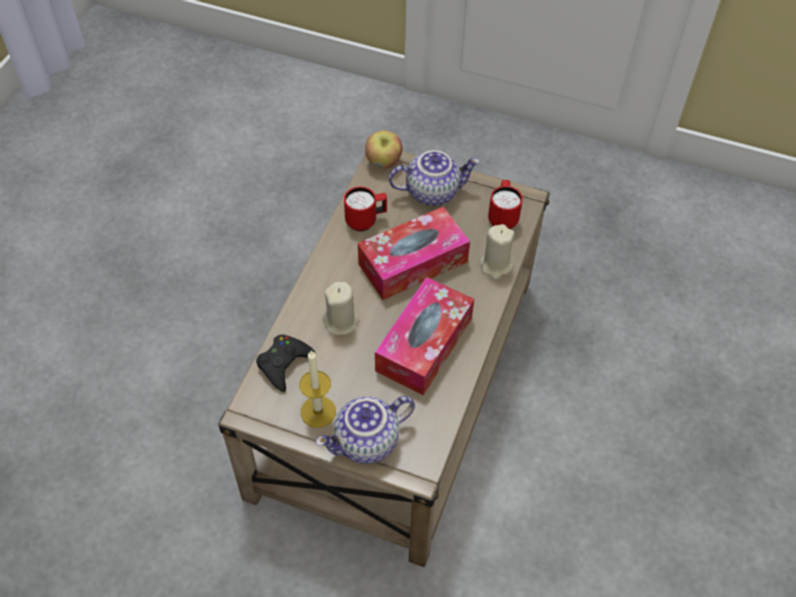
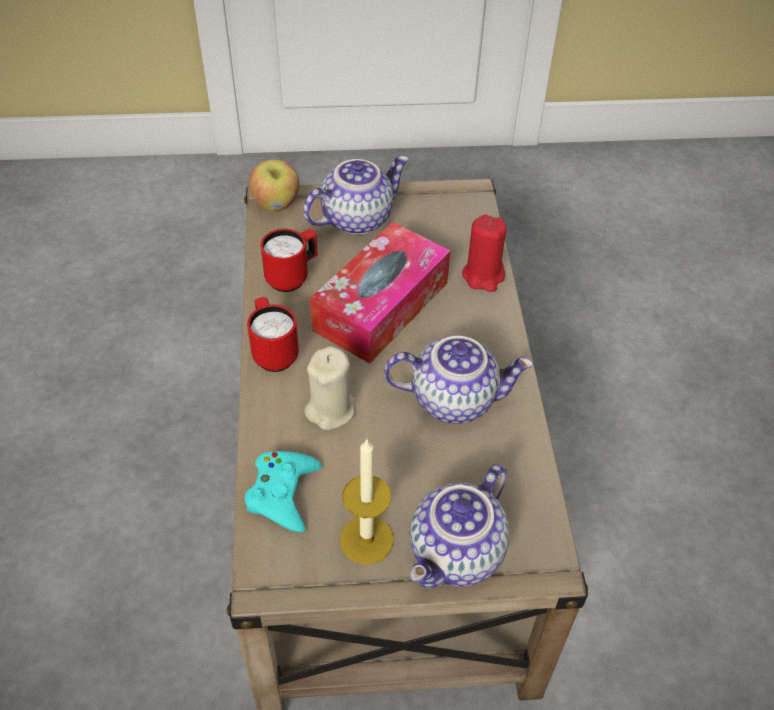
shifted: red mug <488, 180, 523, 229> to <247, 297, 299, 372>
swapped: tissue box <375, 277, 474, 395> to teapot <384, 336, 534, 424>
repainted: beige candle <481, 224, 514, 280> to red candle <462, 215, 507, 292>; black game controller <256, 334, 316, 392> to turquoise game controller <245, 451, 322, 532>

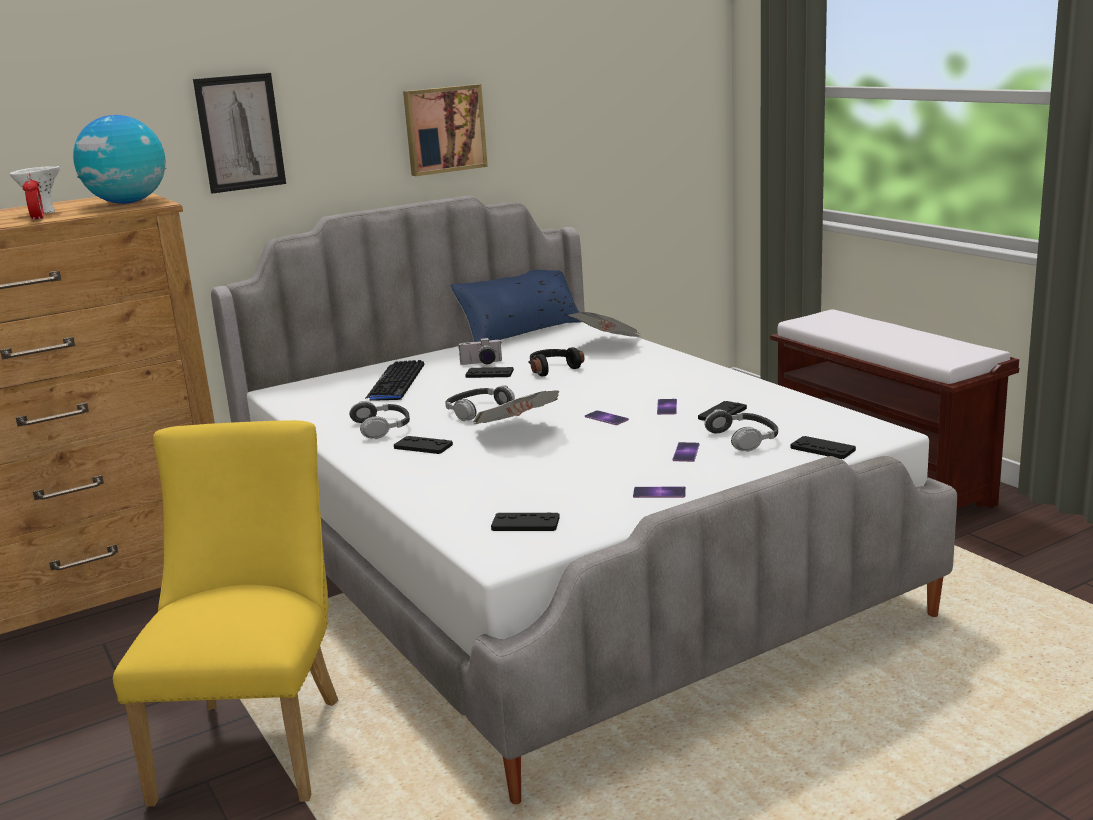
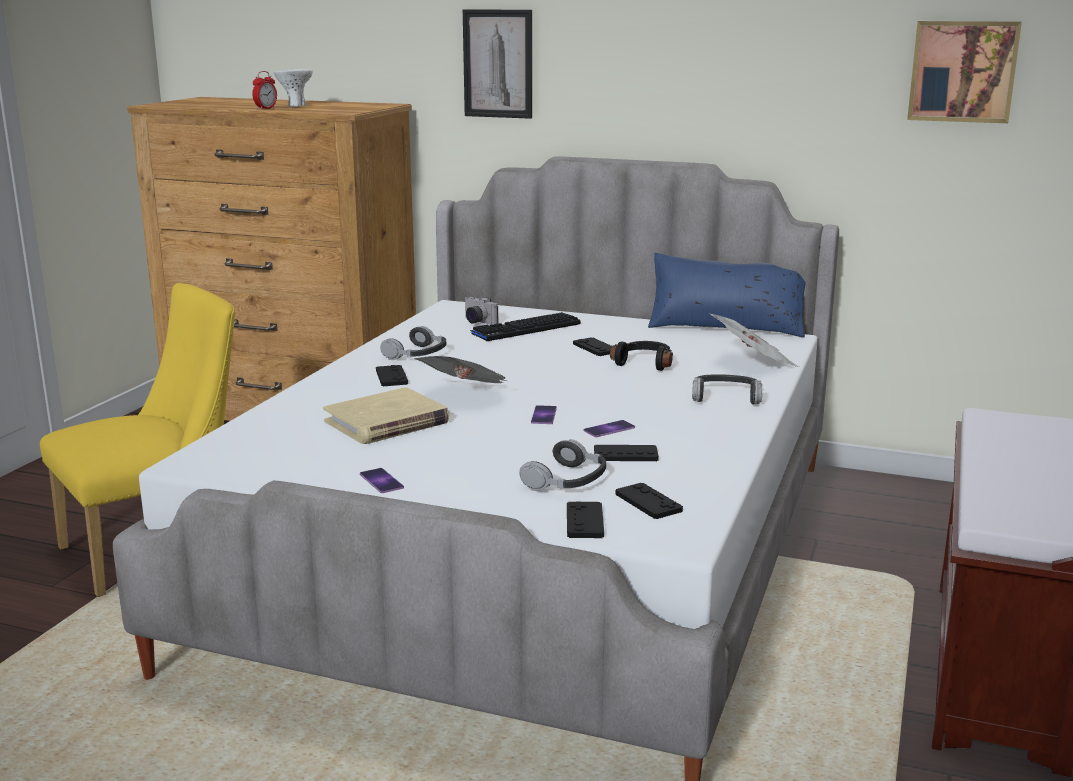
gone: globe <73, 115, 166, 204>; phone <673, 442, 699, 462>
new: beige book <323, 387, 449, 444>
shifted: picture <403, 84, 488, 176> to <907, 21, 1022, 123>; photo camera <458, 338, 502, 365> to <465, 297, 498, 325>; headphones <445, 385, 515, 421> to <692, 374, 762, 405>; black game controller <491, 513, 560, 531> to <615, 483, 683, 519>

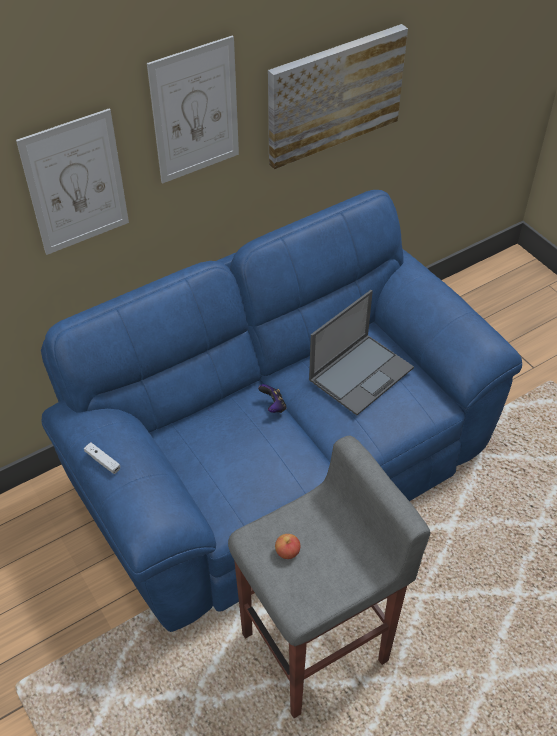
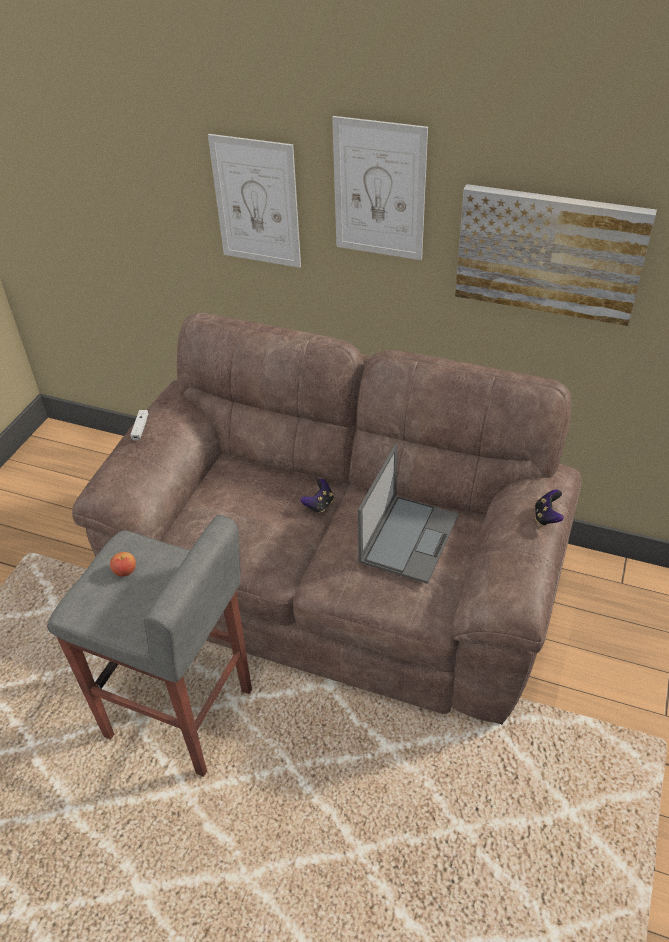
new: game controller <535, 490, 564, 526>
repainted: blue sofa <41, 190, 522, 632> to brown sofa <72, 313, 581, 725>
rotated: laptop <309, 290, 414, 415> = <358, 445, 459, 584> 75 degrees counterclockwise

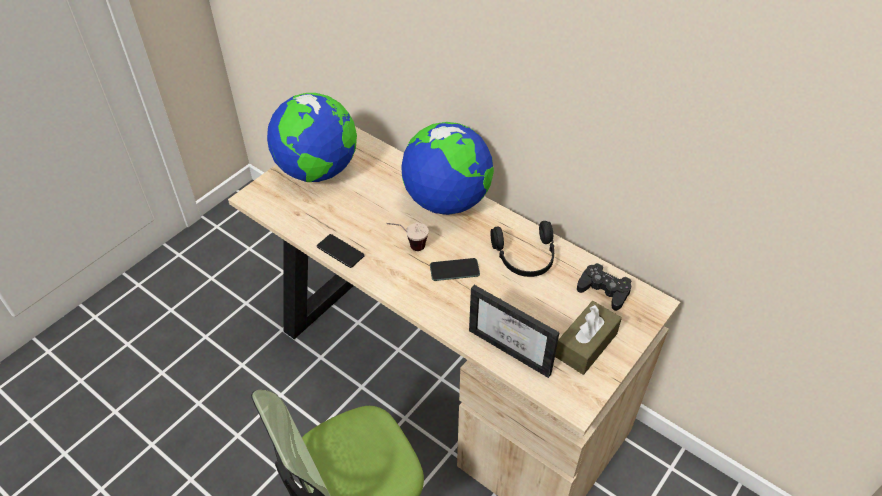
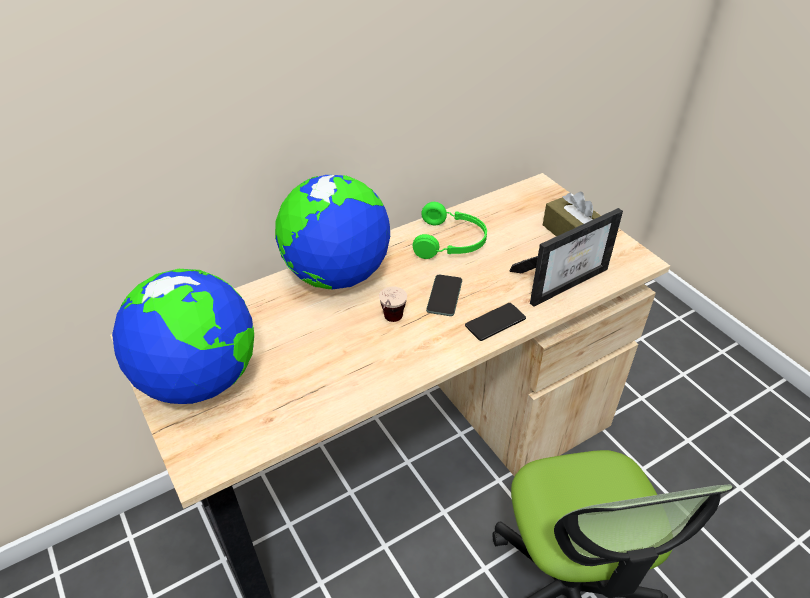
gone: black game controller <577, 263, 631, 311>
shifted: phone <317, 234, 365, 268> to <465, 303, 526, 341>
repainted: black headphones <491, 221, 554, 277> to green headphones <413, 202, 487, 259>

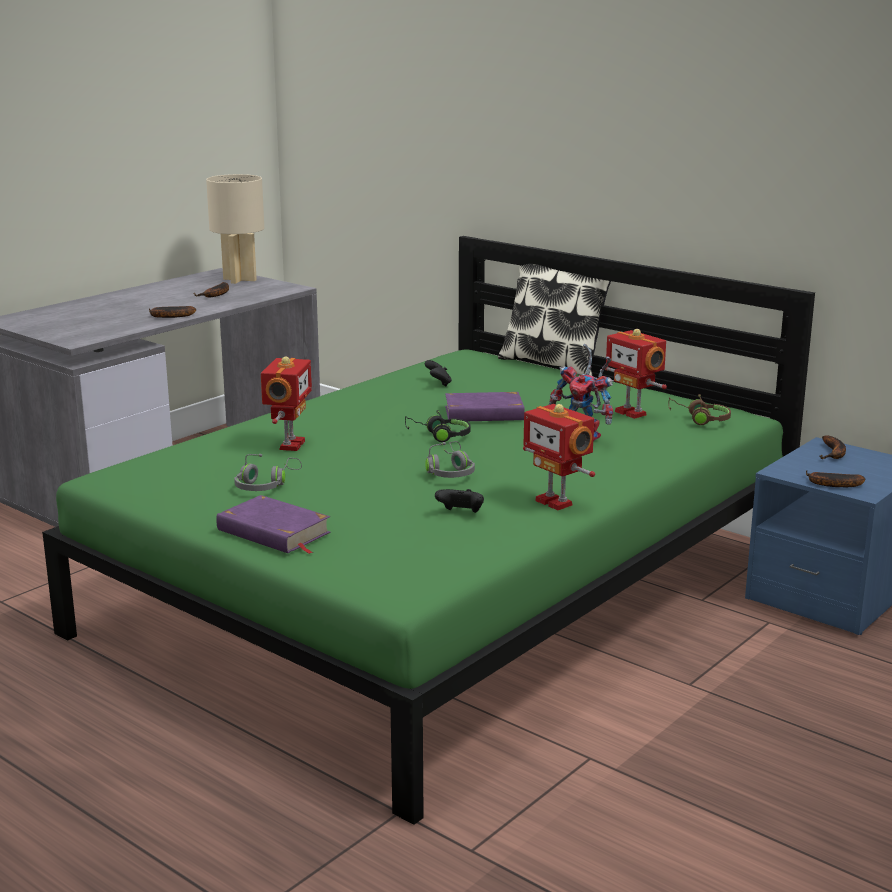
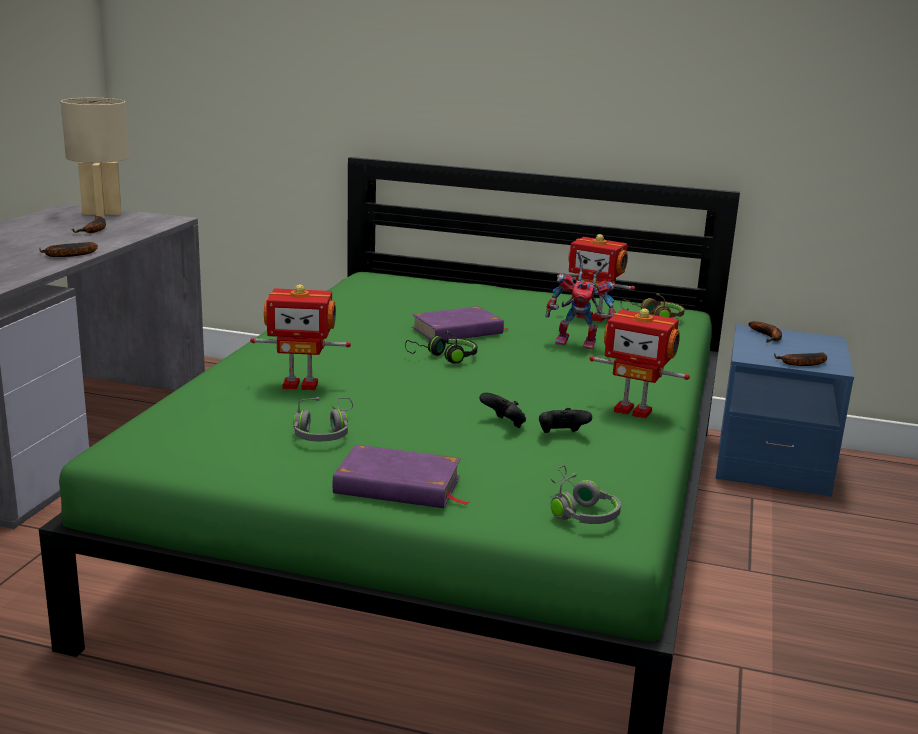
gone: pillow <498, 264, 611, 376>
shifted: black game controller <425, 360, 452, 386> to <479, 392, 526, 428>; grey headphones <425, 441, 475, 478> to <551, 465, 621, 524>
rotated: toy robot <261, 356, 312, 451> = <250, 284, 351, 390> 105 degrees clockwise

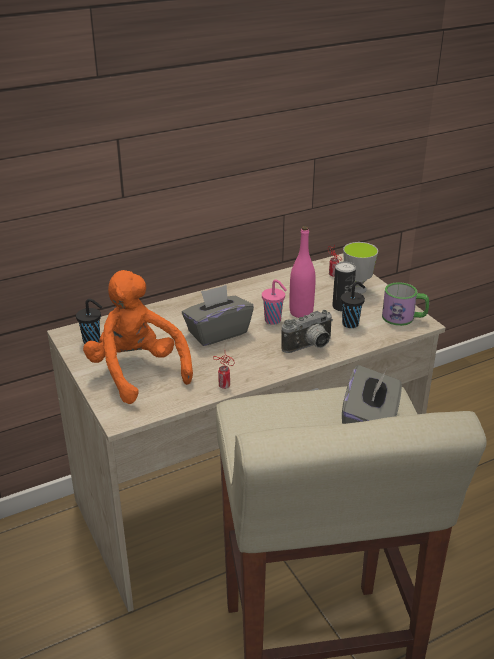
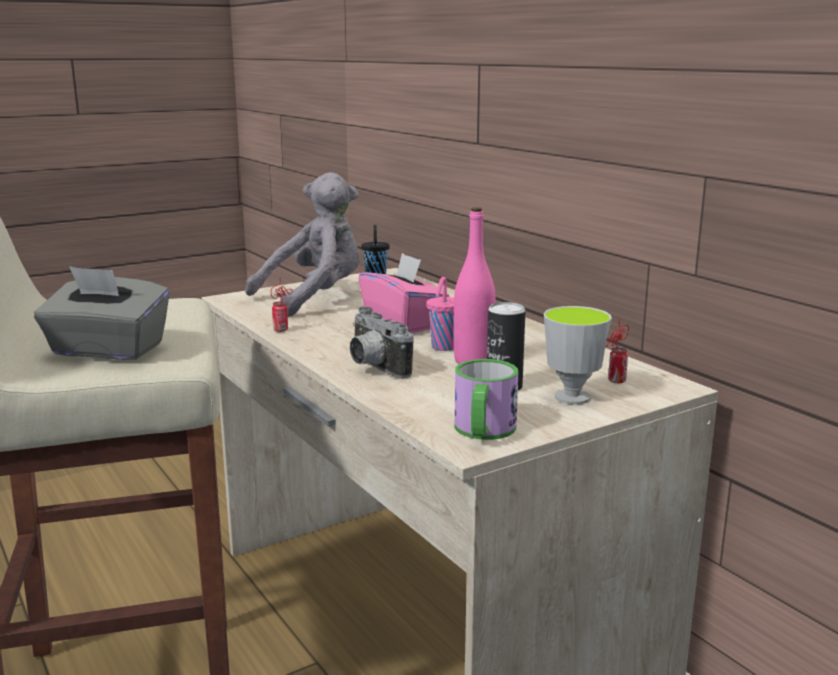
gone: black cup <341, 281, 365, 328>
repainted: orange plush toy <83, 270, 193, 404> to grey plush toy <245, 172, 360, 317>; grey tissue box <182, 285, 254, 346> to pink tissue box <359, 253, 450, 333>

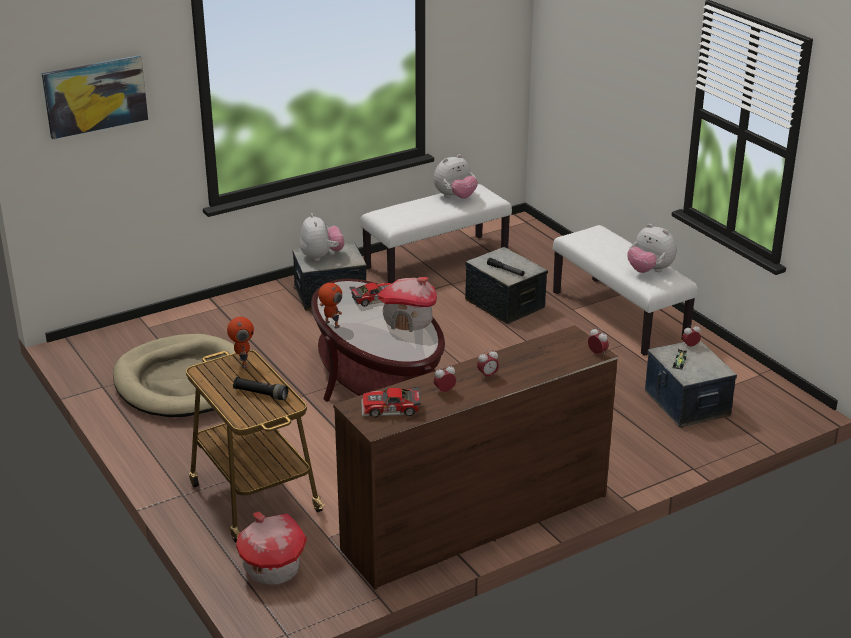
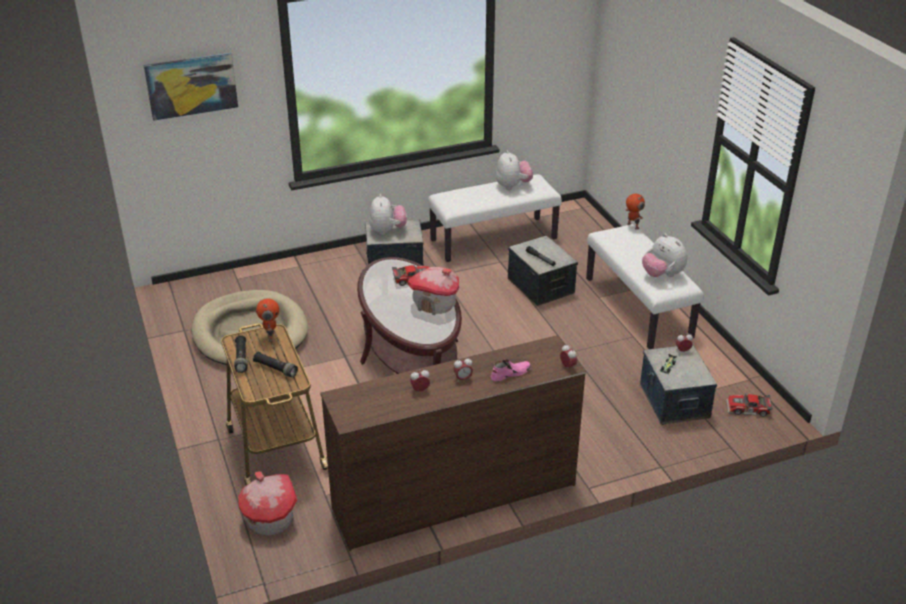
new: black flashlight <234, 335, 248, 373>; pink shoe <491, 359, 531, 381>
shifted: toy robot <318, 283, 342, 329> to <625, 194, 645, 230>; toy car <361, 387, 421, 417> to <726, 394, 773, 417>
rotated: plush toy <434, 154, 478, 199> = <496, 150, 533, 190> 75 degrees counterclockwise

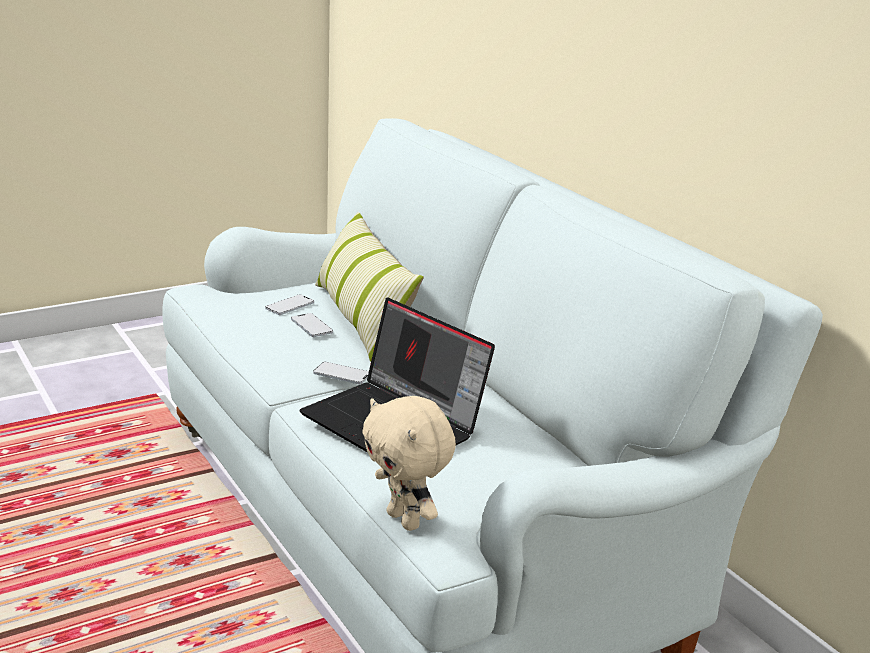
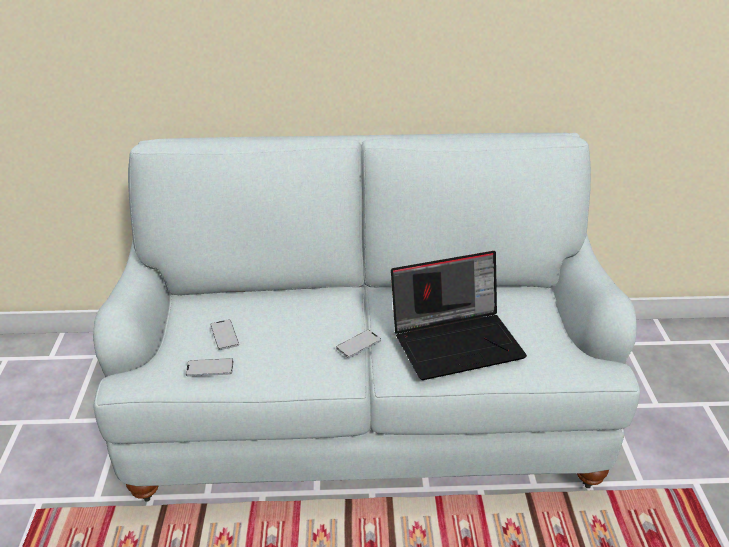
gone: pillow <315, 212, 424, 362>; beige plush toy <362, 396, 456, 531>
shifted: phone <291, 313, 333, 337> to <186, 358, 233, 377>

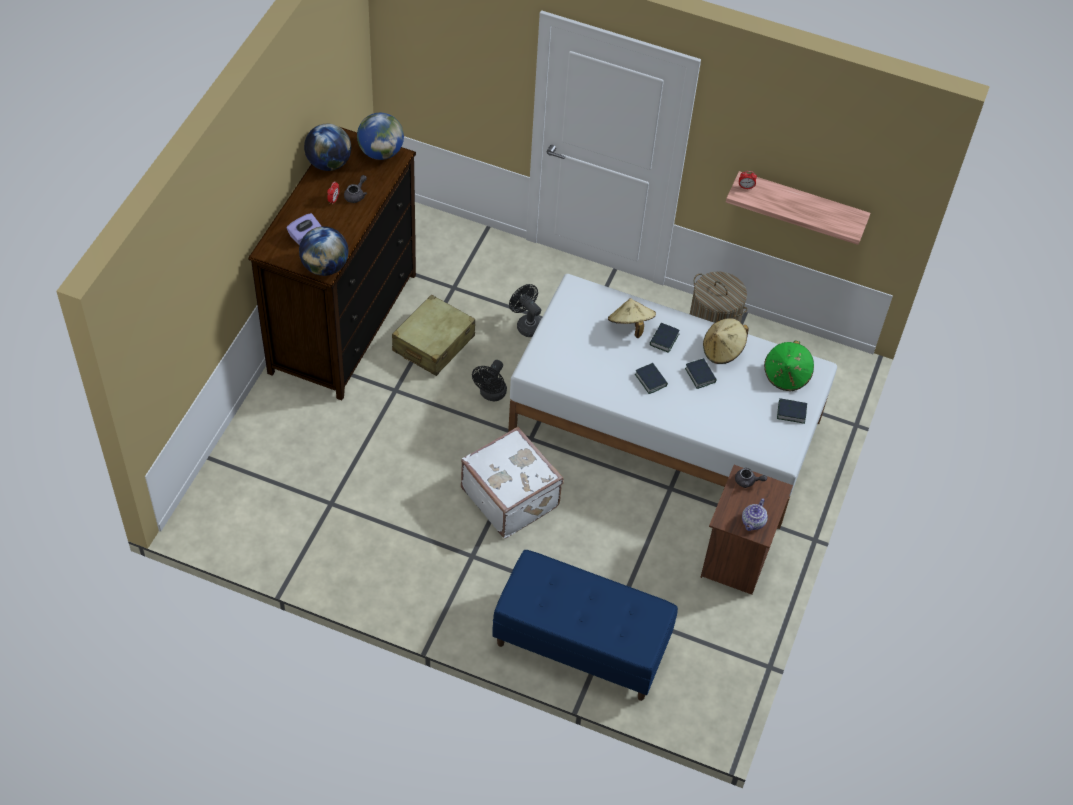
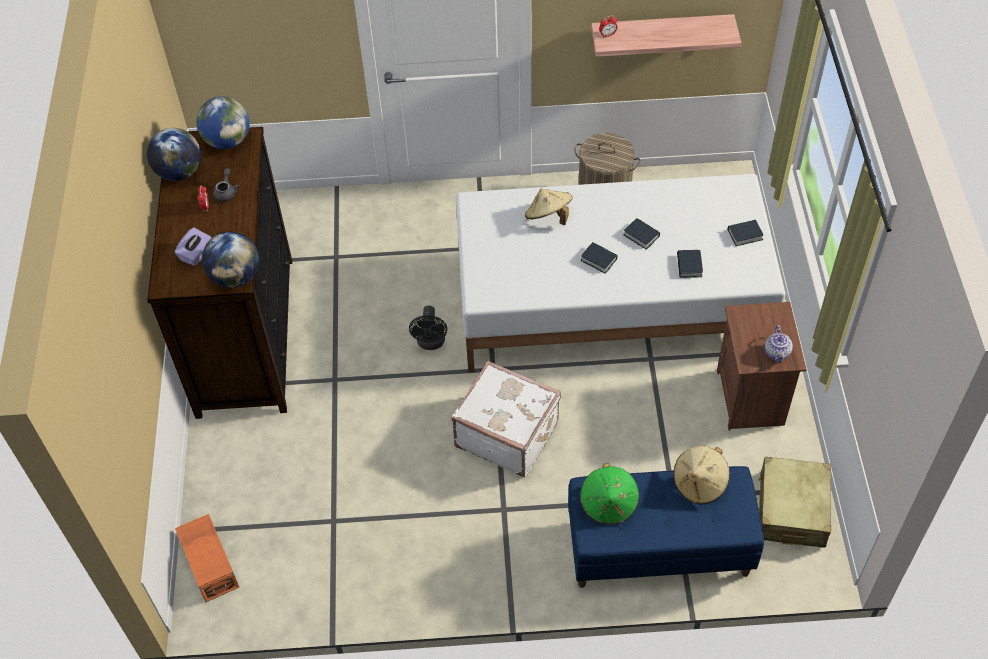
gone: black fan <509, 284, 541, 337>; grey teapot <735, 468, 767, 488>
new: orange storage box <175, 514, 239, 602>
shifted: beige suitcase <392, 295, 475, 376> to <759, 457, 831, 548>; beige hat <703, 318, 749, 364> to <674, 446, 730, 504>; book <650, 323, 680, 353> to <677, 250, 703, 278>; green hat <764, 340, 814, 391> to <580, 463, 639, 525>

